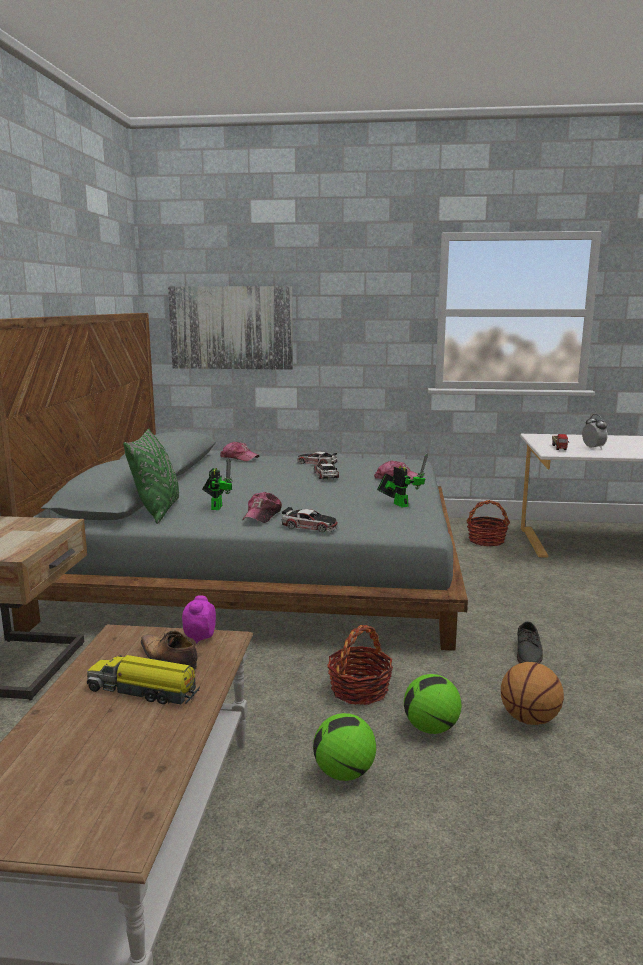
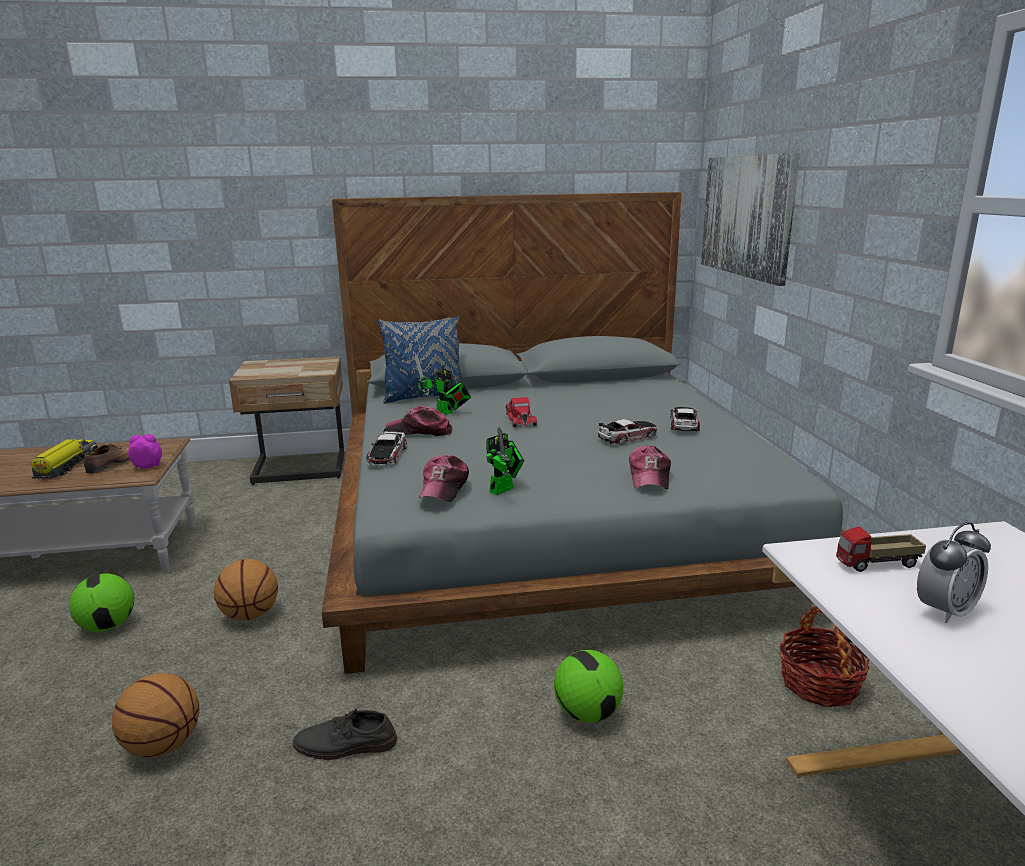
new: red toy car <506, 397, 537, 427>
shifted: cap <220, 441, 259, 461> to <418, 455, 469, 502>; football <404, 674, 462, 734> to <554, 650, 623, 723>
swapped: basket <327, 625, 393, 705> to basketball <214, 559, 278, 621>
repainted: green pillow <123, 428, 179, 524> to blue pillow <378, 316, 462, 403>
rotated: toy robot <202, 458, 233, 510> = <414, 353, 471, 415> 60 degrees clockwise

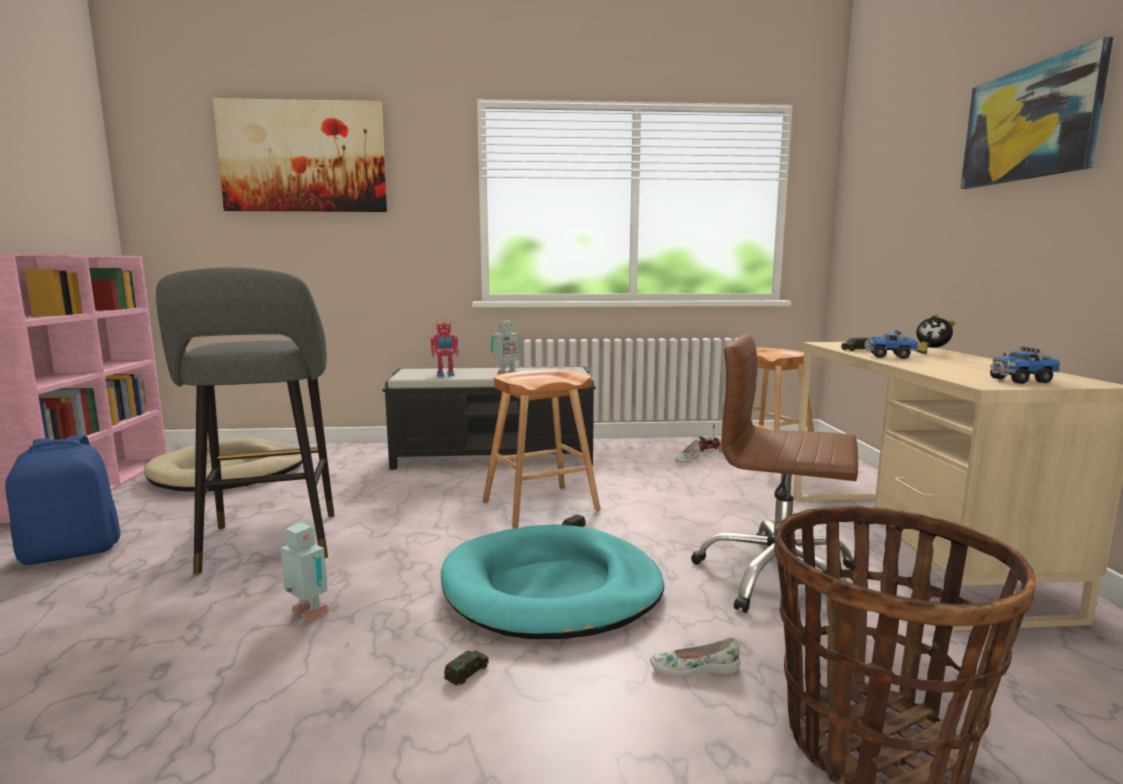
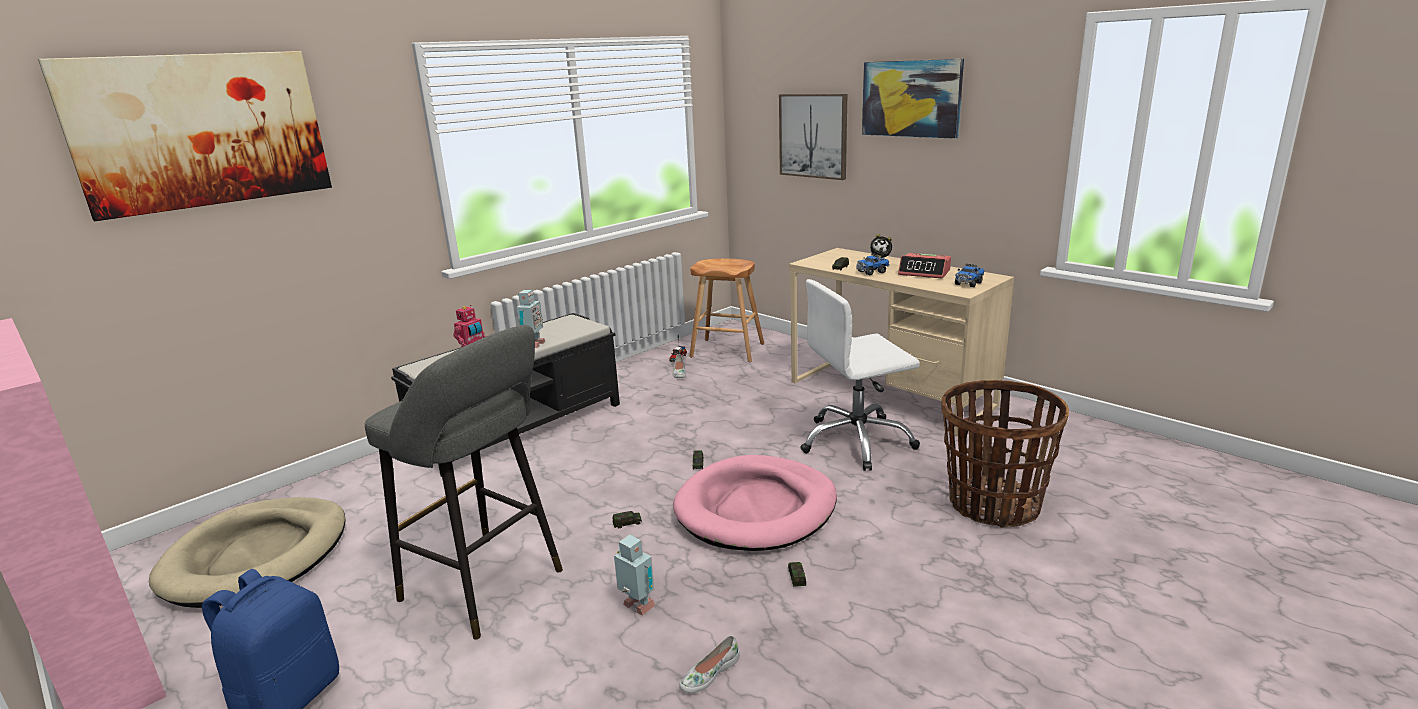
gone: brown stool <483, 370, 600, 528>
new: picture <779, 94, 847, 180>; alarm clock <898, 253, 951, 279>; toy car <612, 511, 642, 528>
shifted: white shoe <650, 637, 740, 677> to <679, 635, 740, 694>
repainted: brown office chair <691, 334, 858, 613> to white office chair <800, 279, 920, 471>; turquoise dog bed <441, 524, 664, 639> to pink dog bed <673, 455, 837, 551>
rotated: toy robot <280, 522, 329, 621> = <614, 535, 655, 615> 45 degrees clockwise

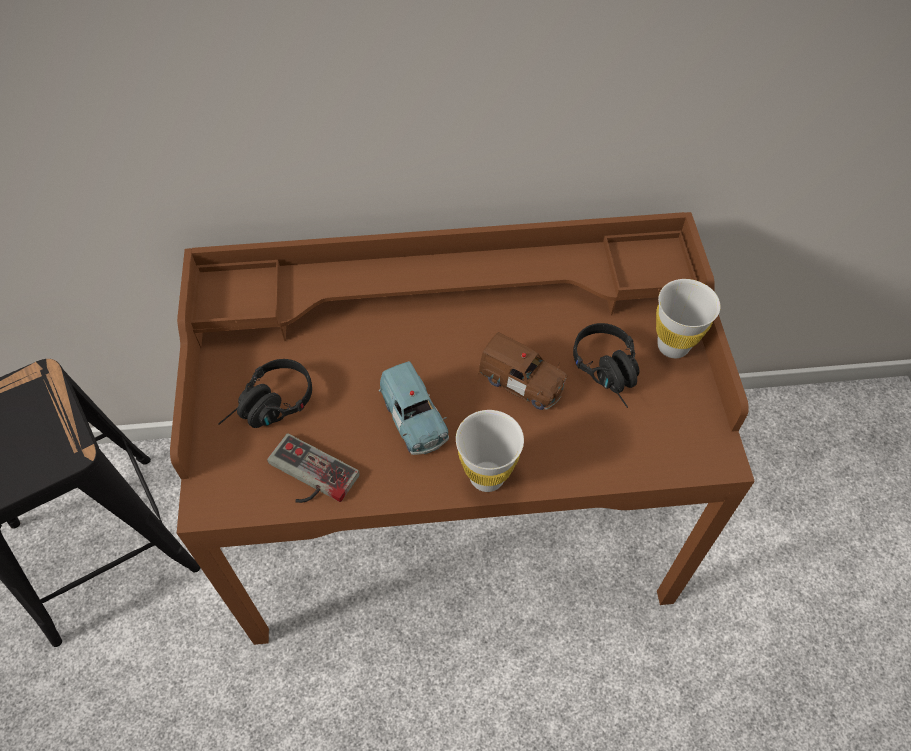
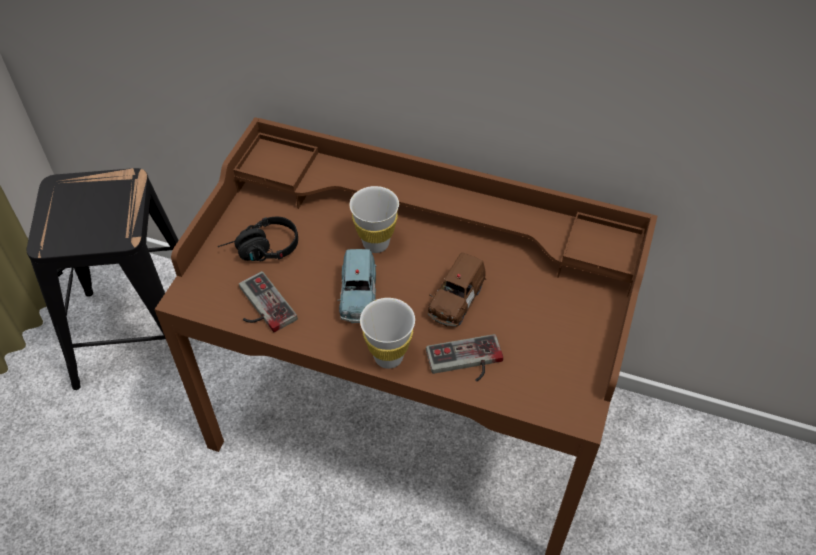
gone: black headphones <573, 323, 639, 408>
new: game controller <426, 334, 503, 382>
shifted: white cup <656, 279, 720, 358> to <349, 186, 399, 253>
rotated: brown toy car <478, 332, 567, 410> = <428, 253, 487, 327> 60 degrees clockwise

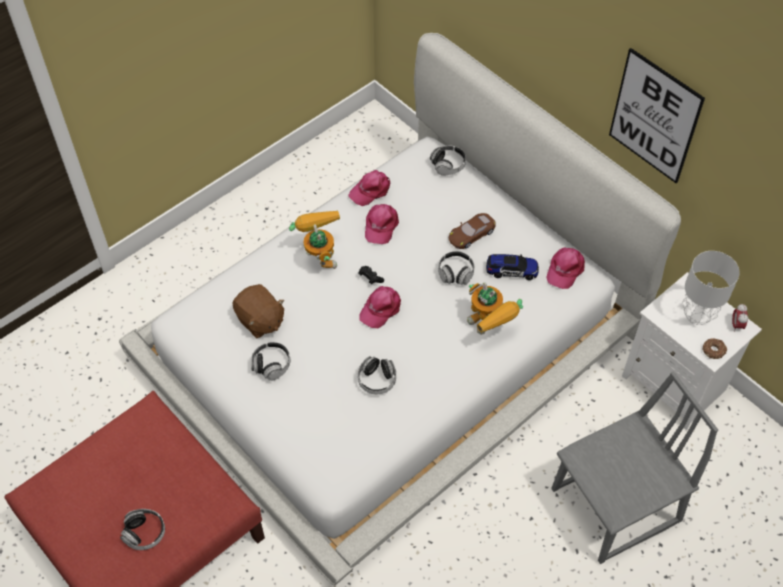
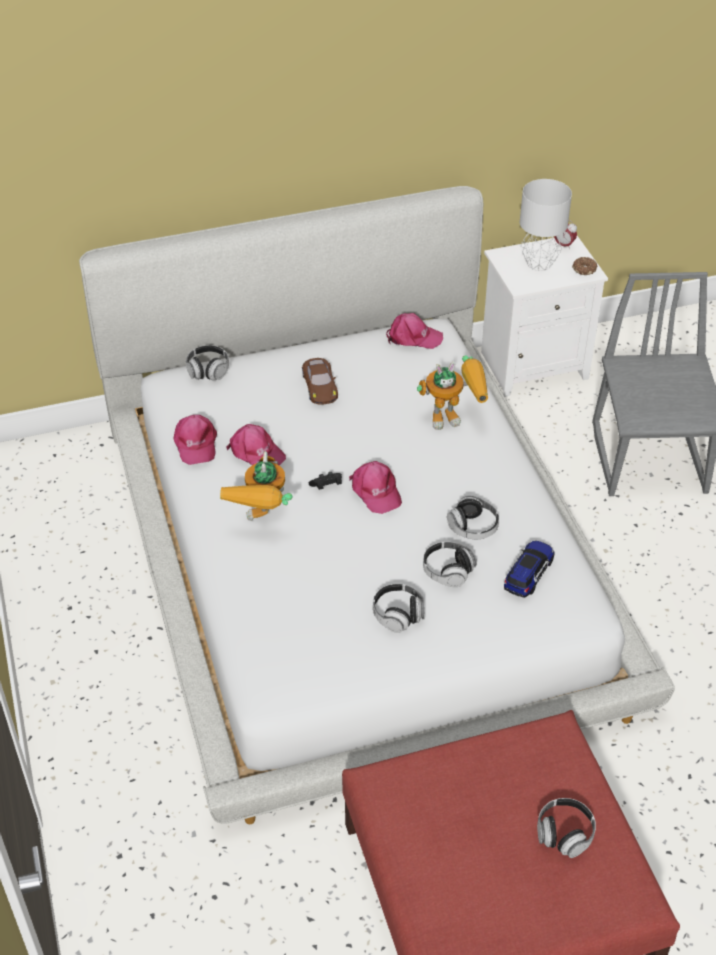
gone: picture <609, 48, 705, 183>; brown plush toy <232, 284, 285, 338>
shifted: headphones <438, 251, 474, 285> to <423, 541, 477, 587>; toy car <486, 254, 539, 280> to <504, 540, 555, 598>
rotated: toy robot <289, 210, 340, 269> = <220, 451, 292, 521> 90 degrees counterclockwise; pink cap <546, 248, 585, 289> = <386, 313, 443, 349> 45 degrees counterclockwise

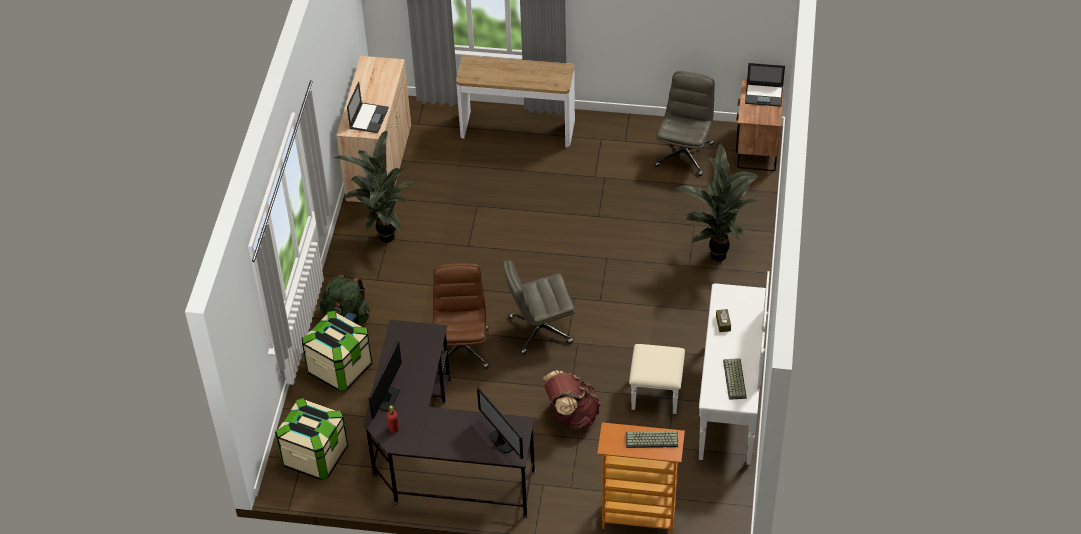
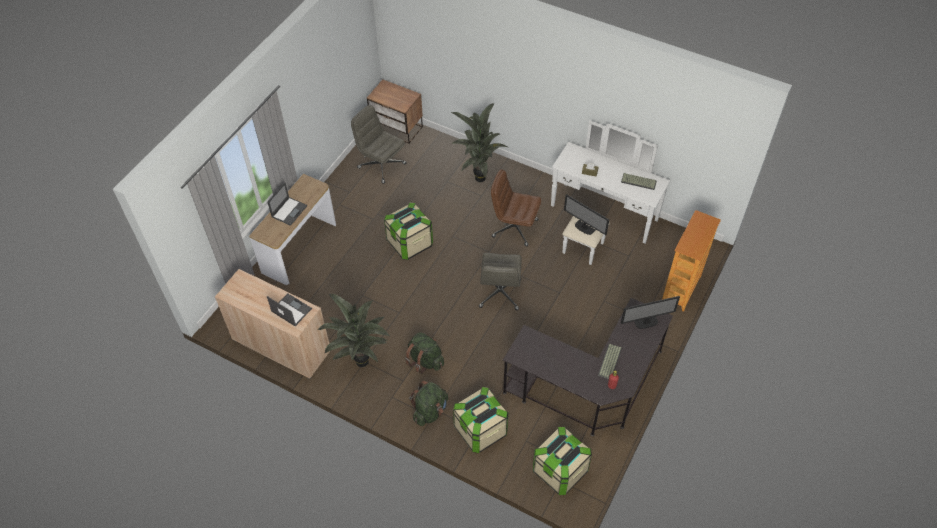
gone: brown backpack <543, 370, 601, 430>
new: storage box <384, 203, 433, 260>; green backpack <405, 332, 444, 374>
shifted: laptop <745, 63, 785, 107> to <268, 183, 307, 226>; brown office chair <433, 263, 489, 369> to <491, 169, 541, 246>; monitor <368, 341, 402, 419> to <564, 194, 609, 235>; keyboard <626, 431, 678, 448> to <598, 344, 622, 379>

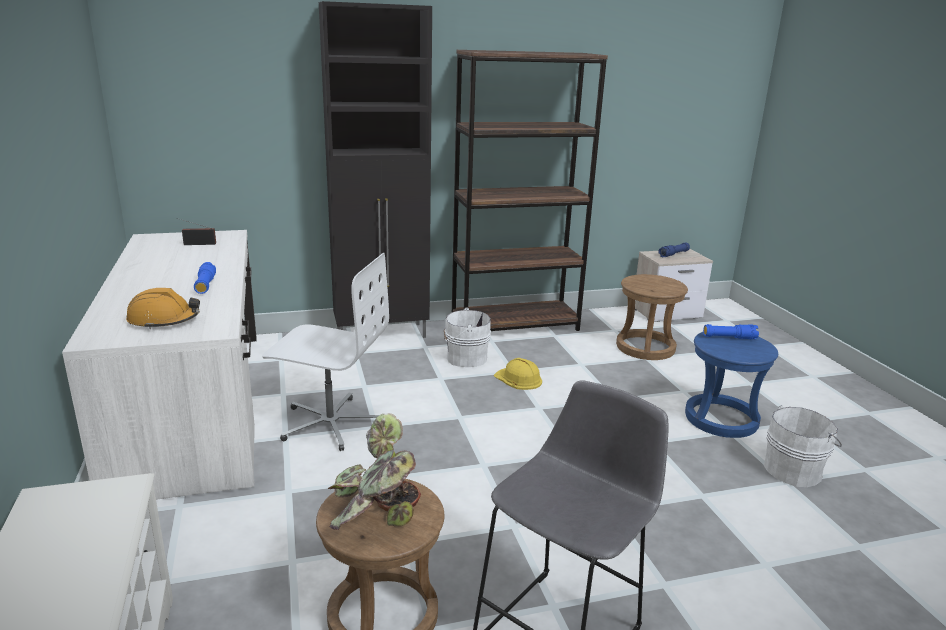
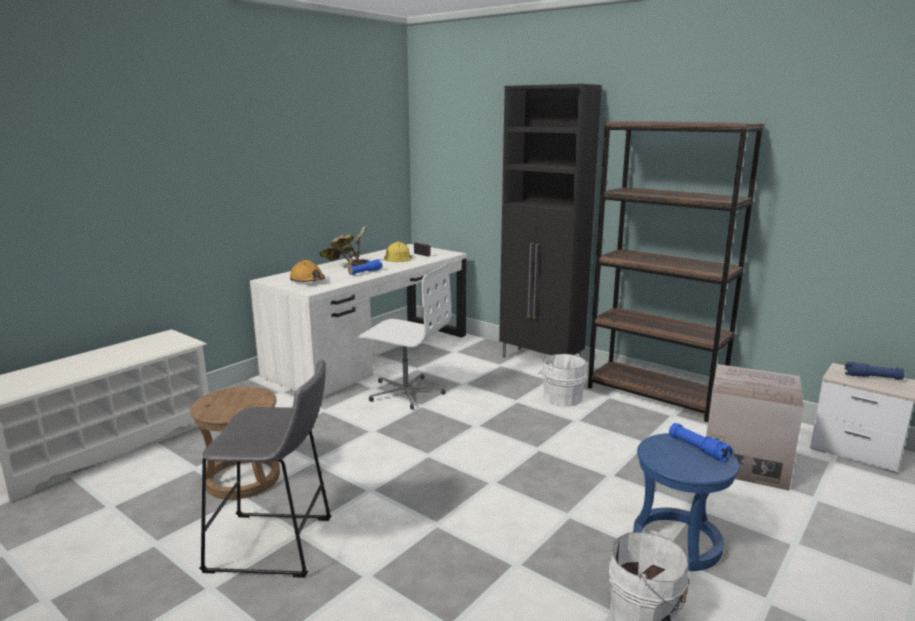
shifted: yellow hard hat <494, 358, 542, 390> to <384, 241, 412, 262>; potted plant <328, 413, 421, 530> to <319, 226, 368, 268>
swapped: brown stool <616, 274, 688, 360> to cardboard box <706, 364, 804, 491>
rotated: white office chair <262, 253, 389, 451> = <358, 263, 451, 410> 45 degrees counterclockwise

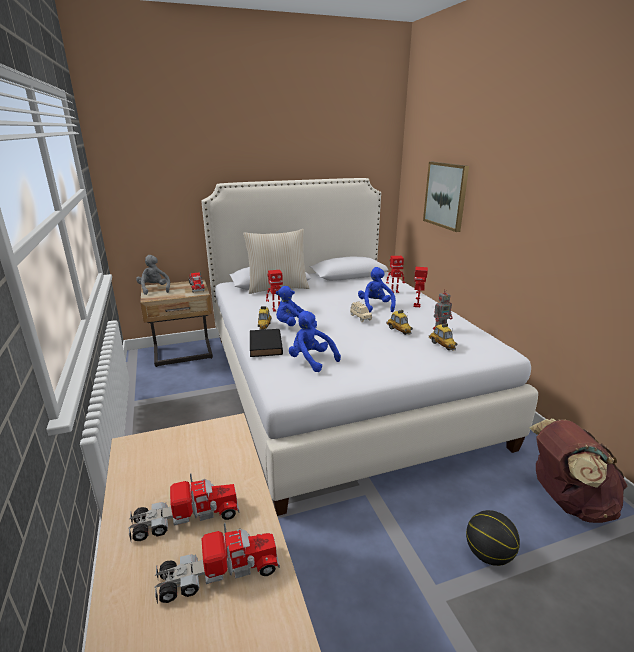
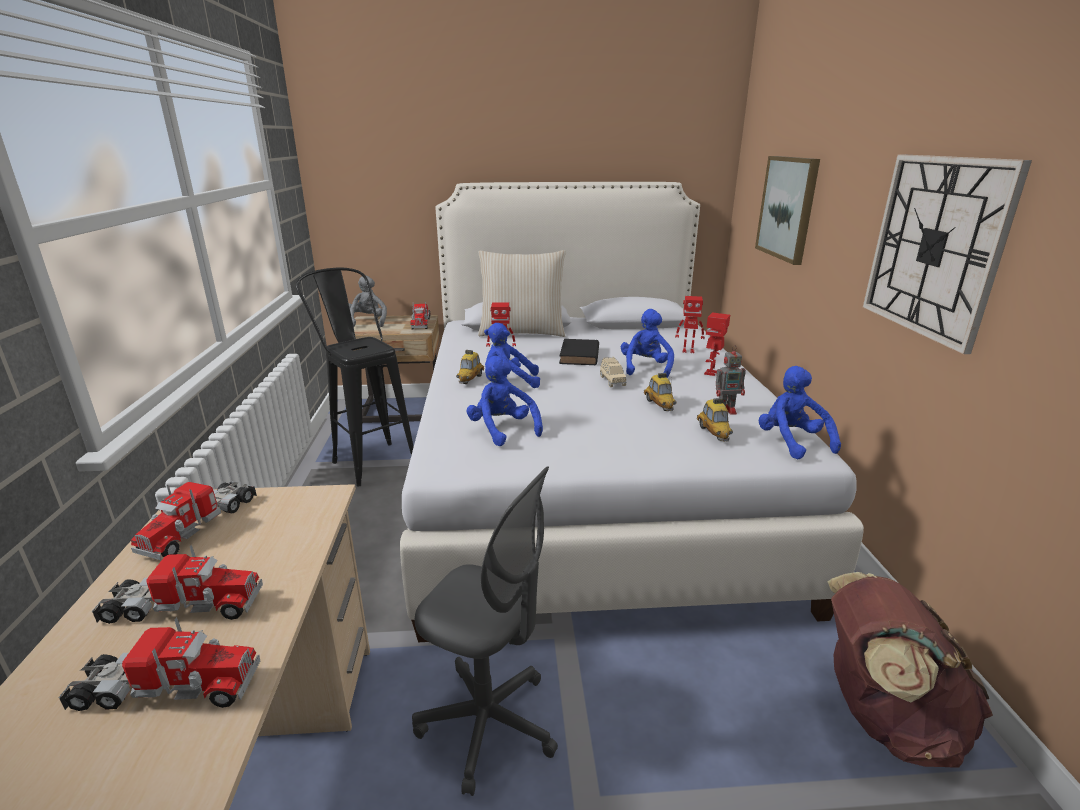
gone: basketball <466, 510, 520, 566>
new: wall clock <863, 154, 1032, 354>; black stool <296, 267, 414, 486>; blue plush toy <759, 366, 841, 459>; grey office chair <412, 466, 558, 796>; toy truck <131, 481, 257, 560>
shifted: black book <250, 329, 283, 357> to <559, 339, 599, 365>

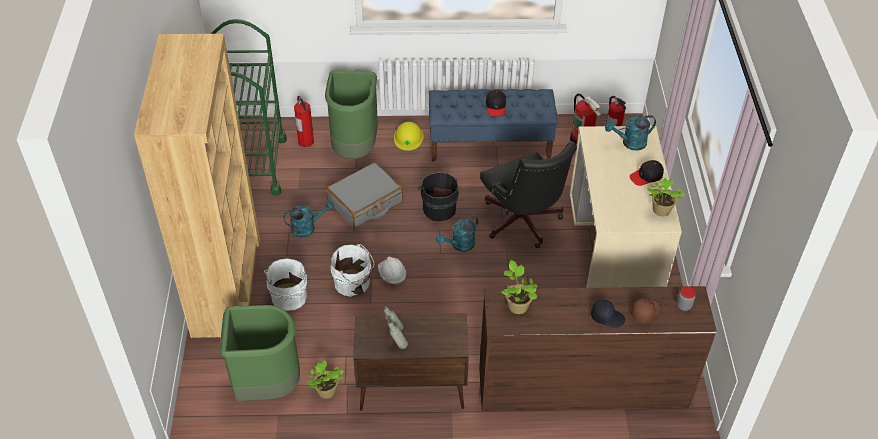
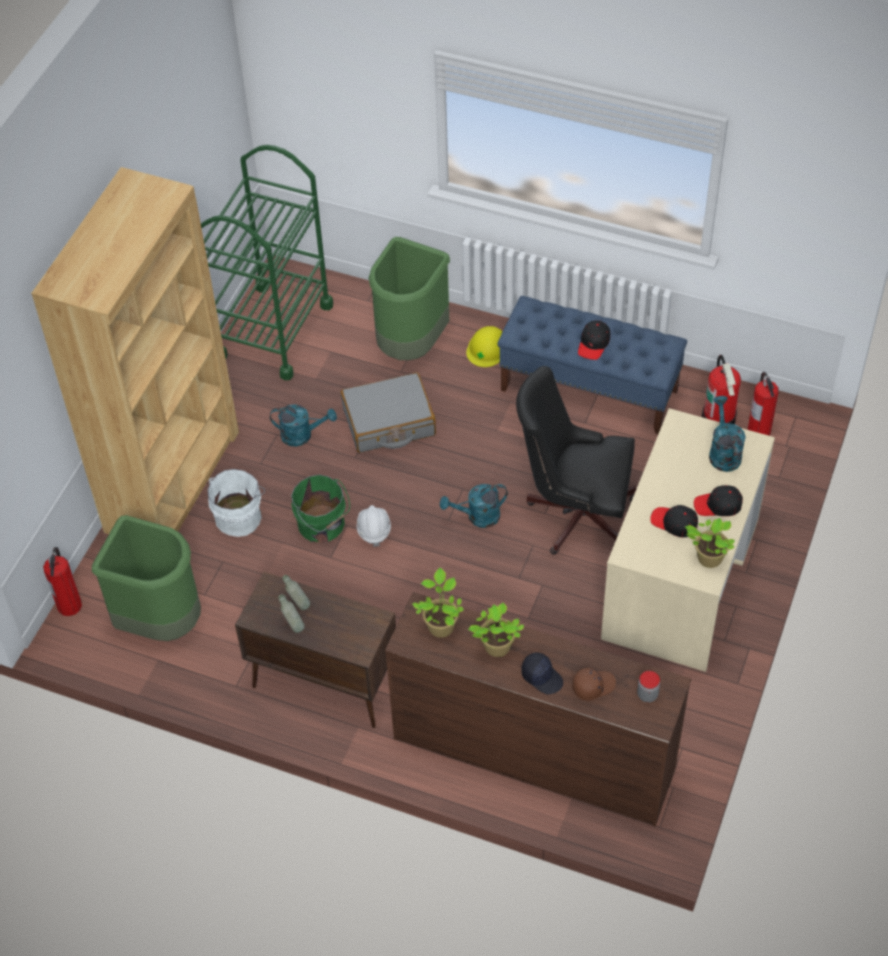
gone: black bucket <418, 172, 459, 221>
new: black cap <650, 505, 698, 538>
shifted: fire extinguisher <294, 96, 314, 147> to <43, 547, 82, 616>; potted plant <307, 360, 343, 399> to <468, 603, 524, 657>
repainted: white bucket <331, 244, 374, 297> to green bucket <291, 475, 350, 543>
rotated: turquoise watering can <605, 115, 656, 151> = <709, 396, 746, 472> 75 degrees clockwise; black office chair <480, 141, 577, 248> = <516, 366, 637, 555> 105 degrees clockwise

